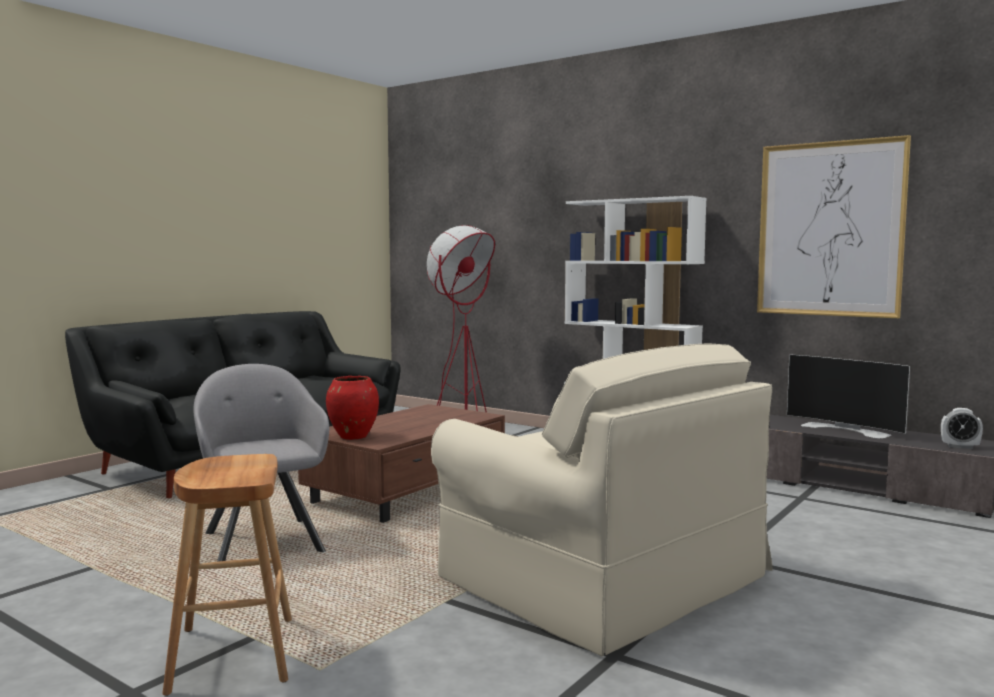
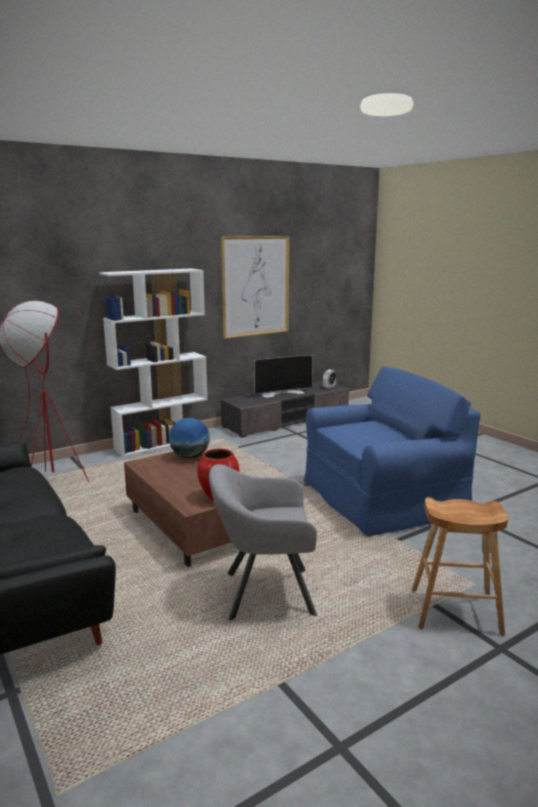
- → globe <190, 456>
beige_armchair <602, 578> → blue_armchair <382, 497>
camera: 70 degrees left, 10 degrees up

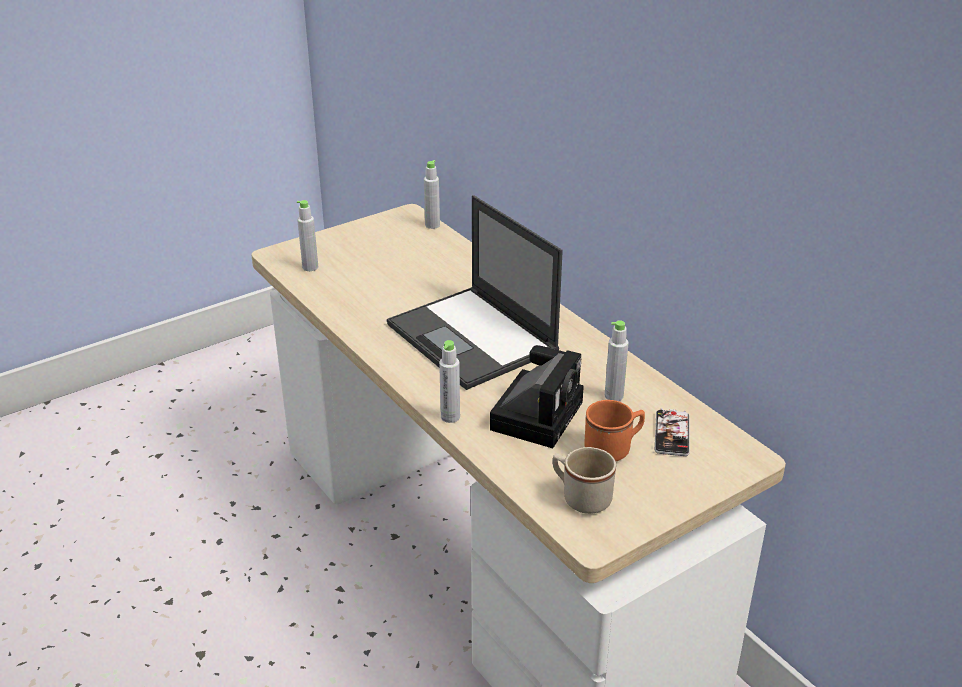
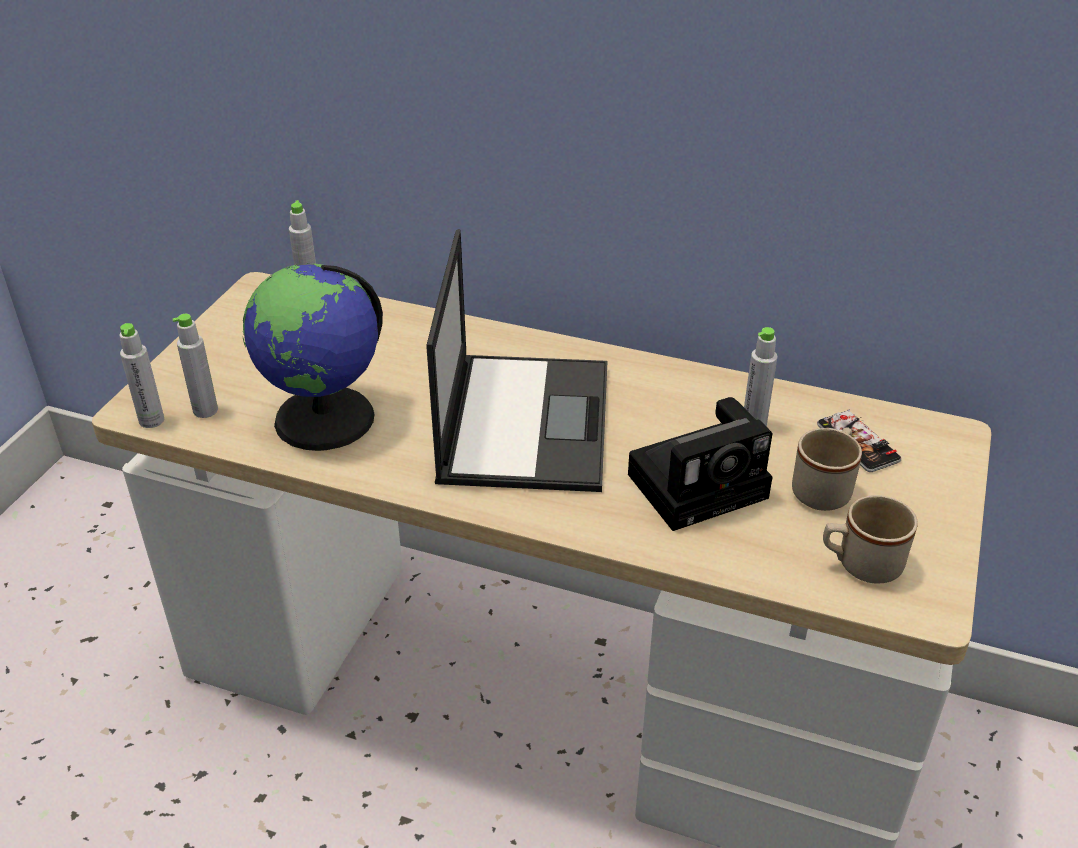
grey_bottle <450, 417> → grey_bottle <151, 420>, moved
- → globe <326, 419>
laptop <473, 338> → laptop <525, 421>, 105 degrees counterclockwise
photo_camera <537, 413> → photo_camera <702, 483>, 75 degrees clockwise
orange_mug <613, 449> → beige_mug <825, 488>
camera: 35 degrees left, 5 degrees up

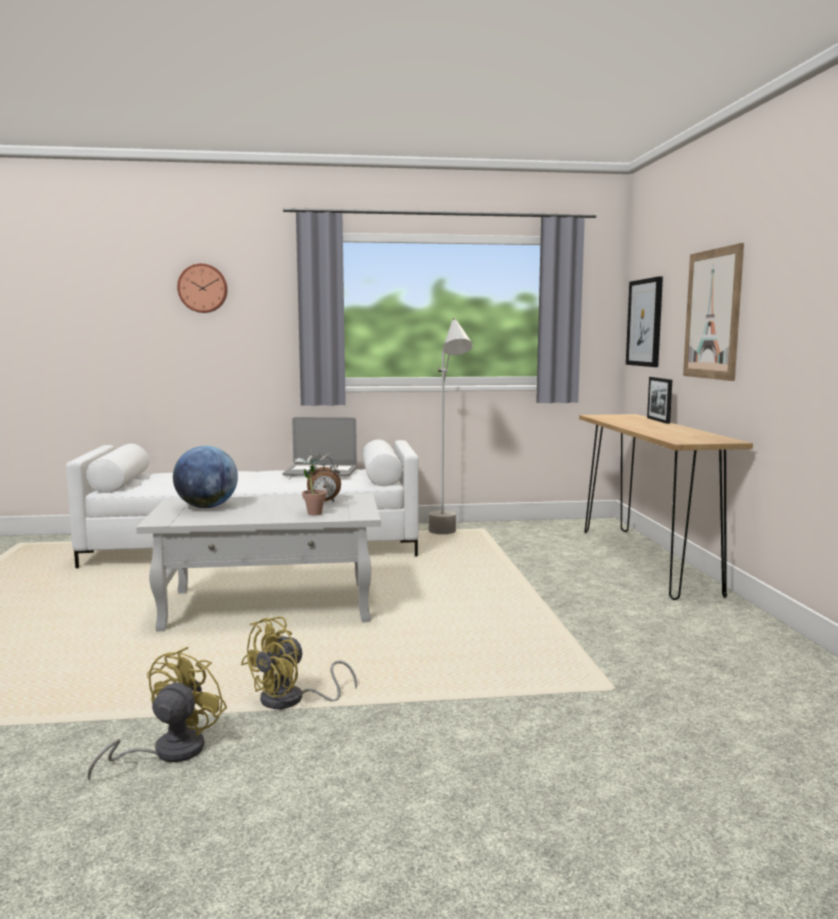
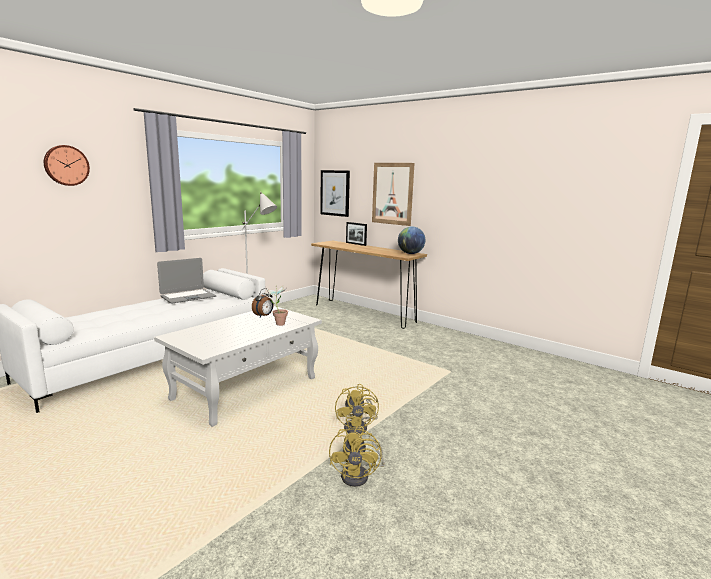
yellow_fan <167, 752> → yellow_fan <360, 475>, 150 degrees counterclockwise
globe <207, 507> → globe <410, 253>, moved
camera: 45 degrees left, 5 degrees up

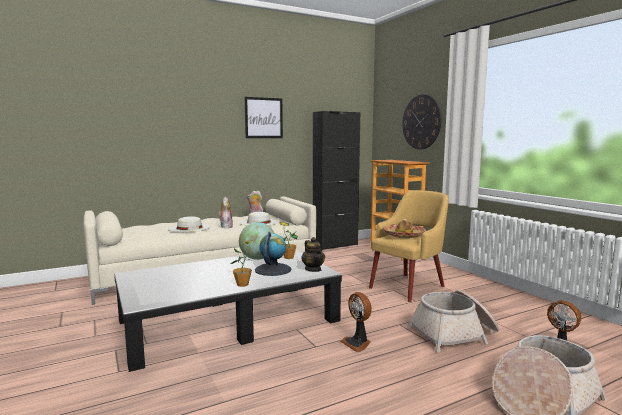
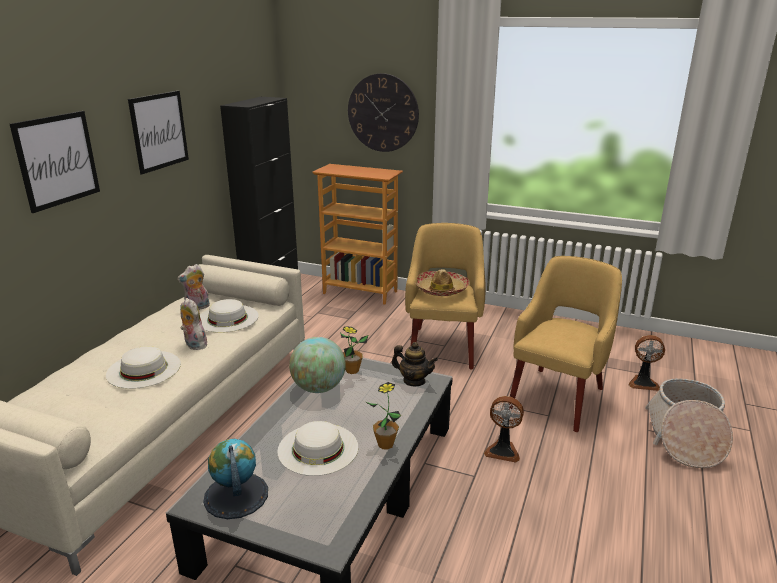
- → picture <57, 160>
globe <273, 269> → globe <236, 495>, moved
- → white_hat <318, 448>
basket <454, 334> → yellow_armchair <558, 396>
camera: 40 degrees left, 15 degrees up

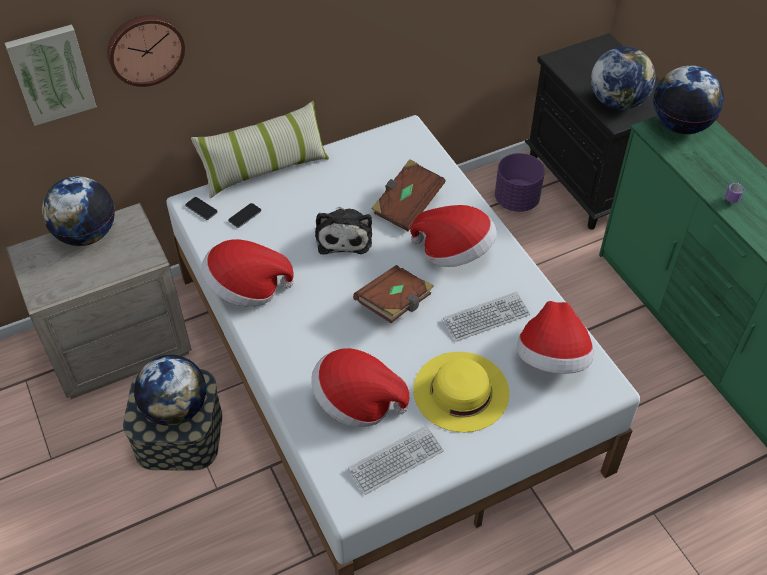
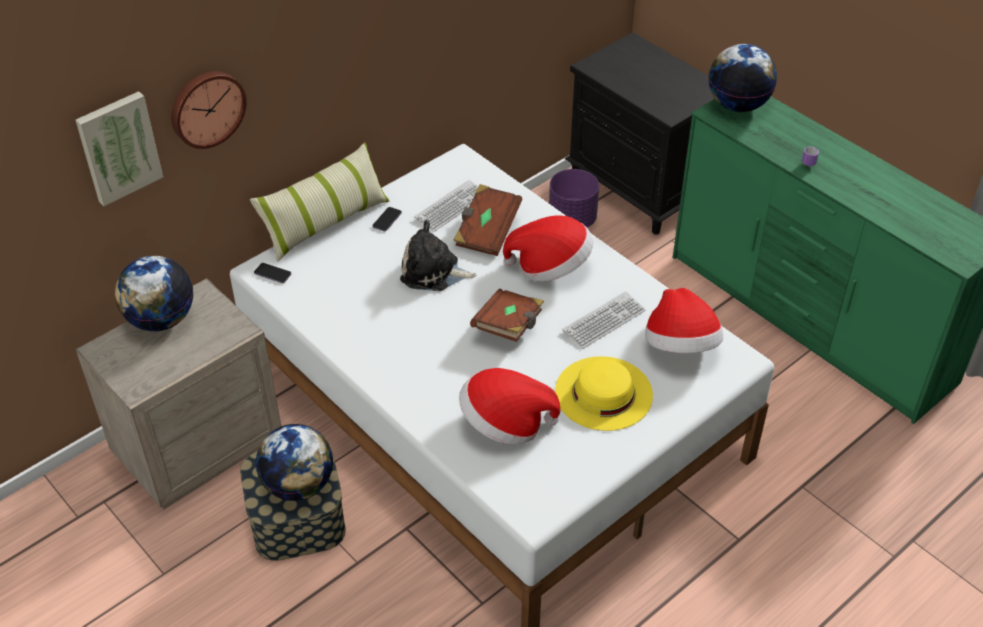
phone <245, 216> → phone <387, 220>, moved
plush_toy <344, 236> → plush_toy <433, 272>, 120 degrees clockwise
keyboard <396, 460> → keyboard <451, 207>, moved
hat <246, 288> → -
globe <617, 102> → -
camera: 15 degrees left, 5 degrees down

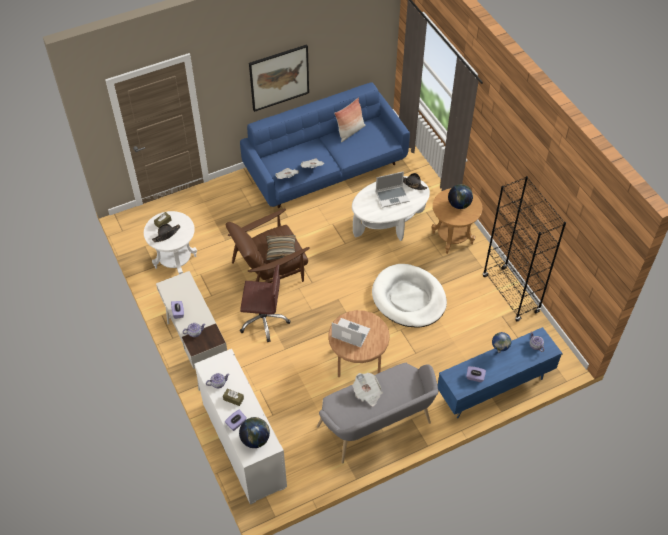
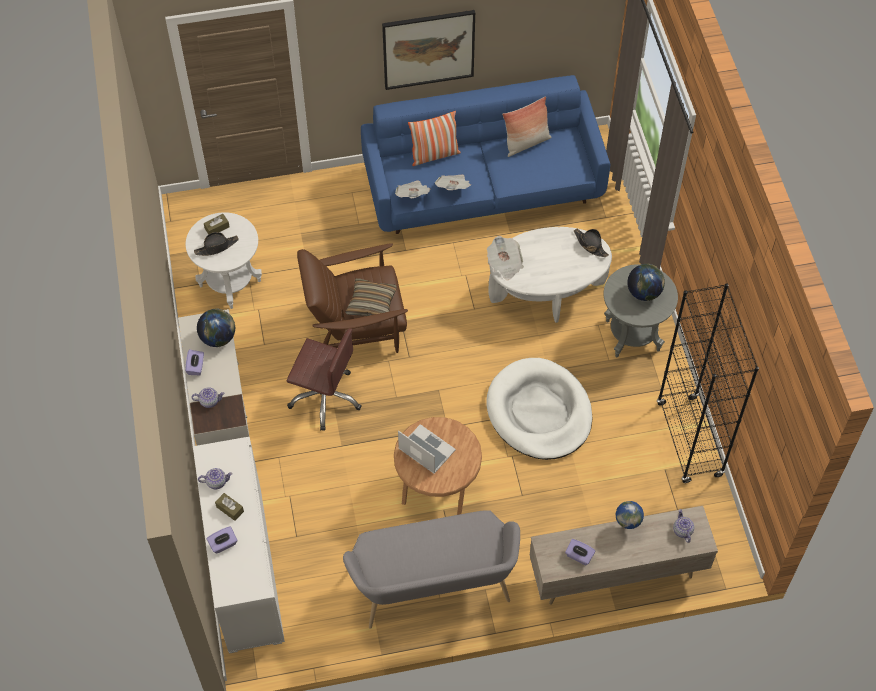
globe <255, 439> → globe <218, 338>, moved
- → pillow <434, 155>
newspaper <367, 393> → newspaper <505, 264>, moved
blue_tv_stand <494, 389> → beige_tv_stand <616, 574>
brown_side_table <452, 238> → grey_side_table <632, 335>
laptop <392, 196> → -
camera: 15 degrees right, 5 degrees up

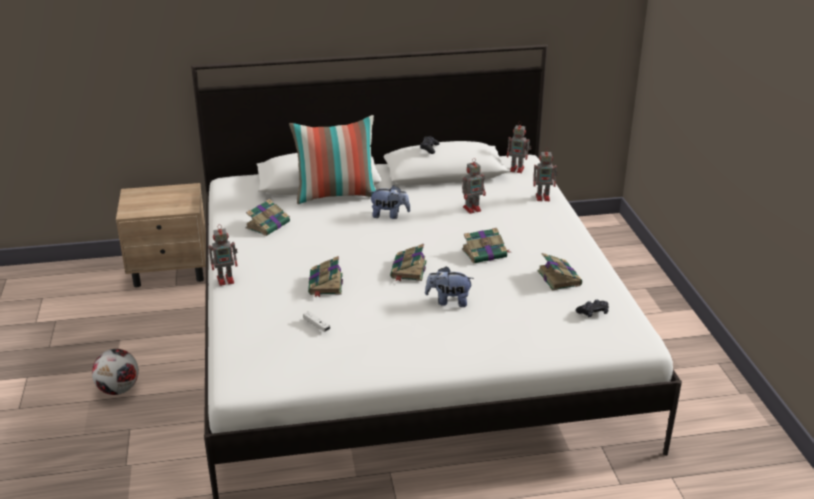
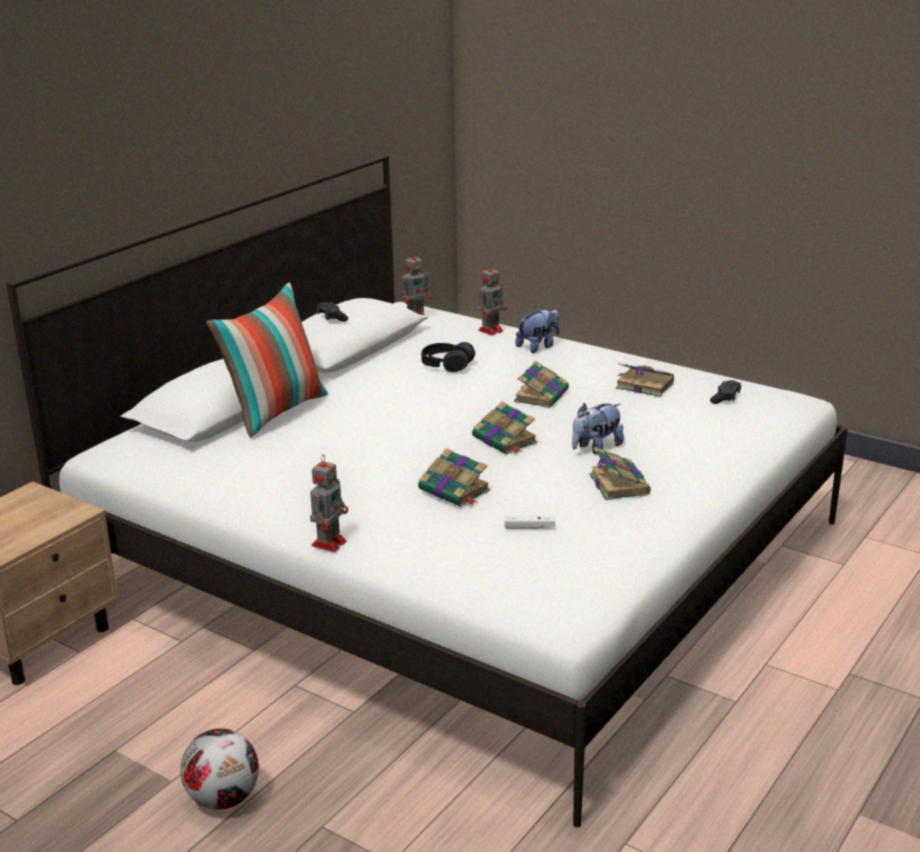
toy_robot <473, 208> → black_headphones <447, 365>
plush_toy <389, 215> → plush_toy <538, 347>, moved
book <268, 225> → book <618, 484>, moved
camera: 45 degrees left, 5 degrees down

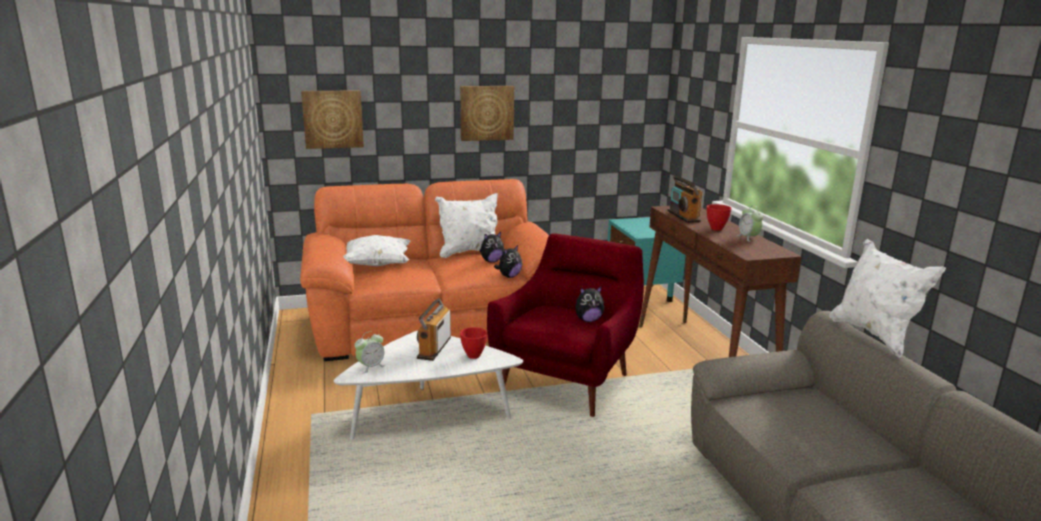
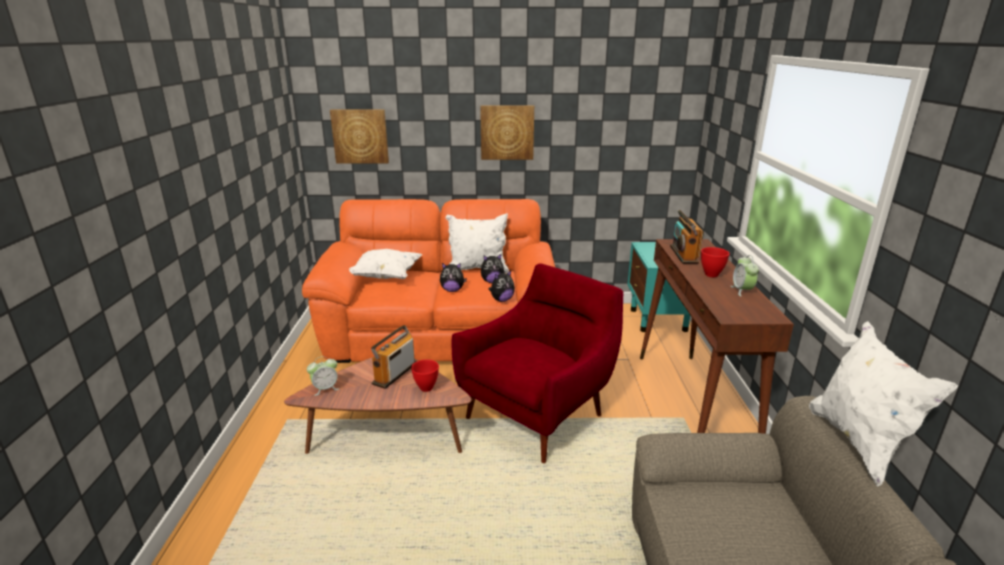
white_coffee_table <429, 415> → brown_coffee_table <388, 436>
plush_toy <588, 320> → plush_toy <452, 290>, moved
camera: 15 degrees right, 5 degrees up

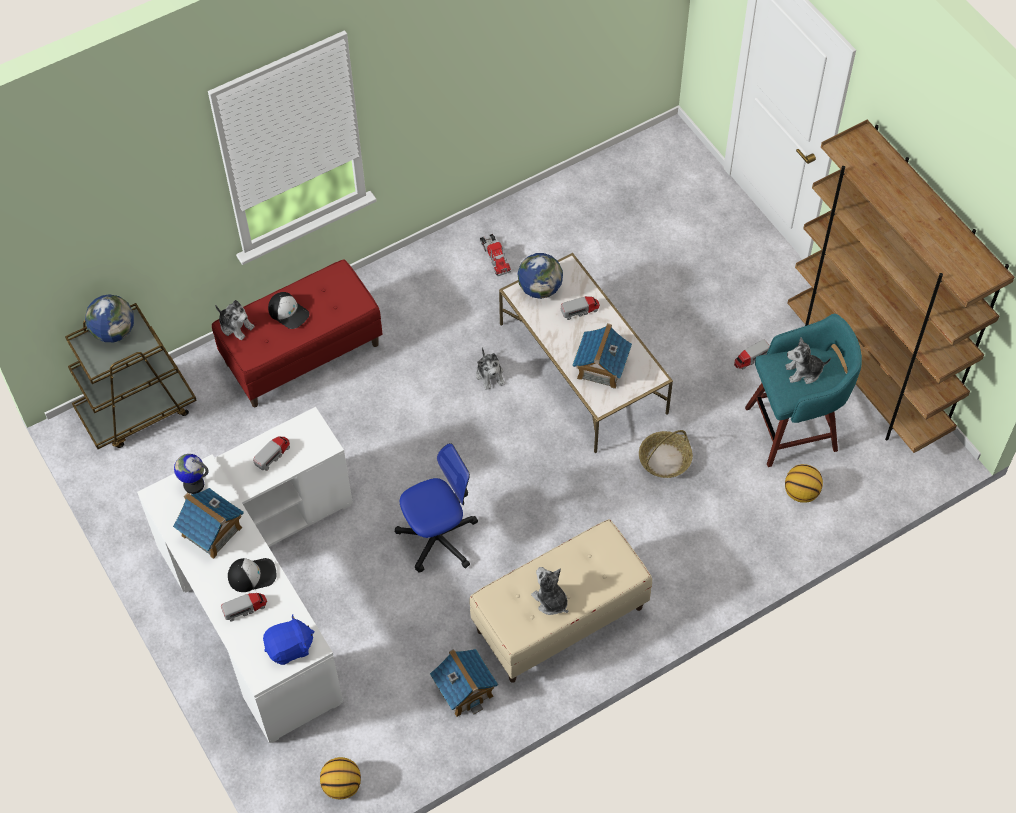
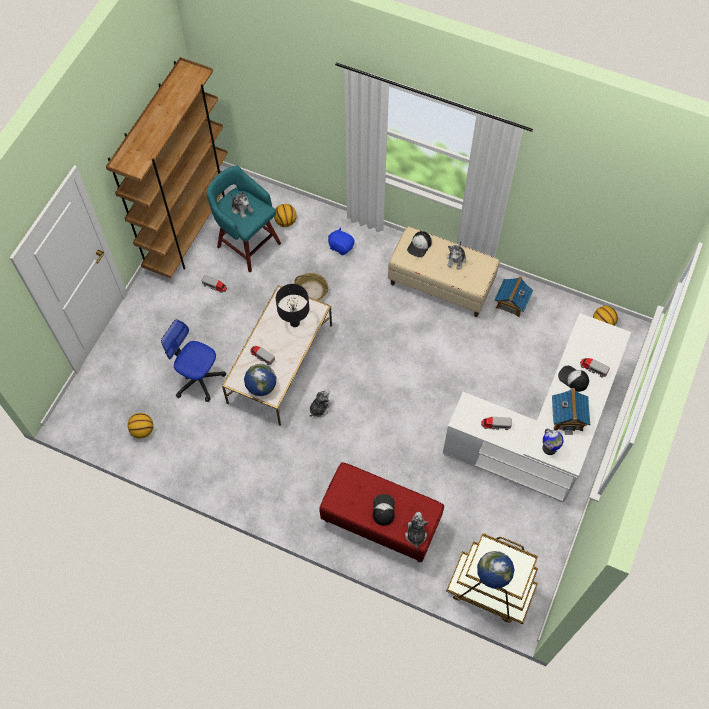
- → basketball <142, 430>
office_chair <438, 538> → office_chair <198, 378>, moved
toy_house <601, 368> → black_table_lamp <295, 323>
blue_plush_toy <290, 648> → blue_plush_toy <341, 246>, moved
- → cap <419, 246>
toy_truck <495, 257> → -
camera: 125 degrees left, 5 degrees up

